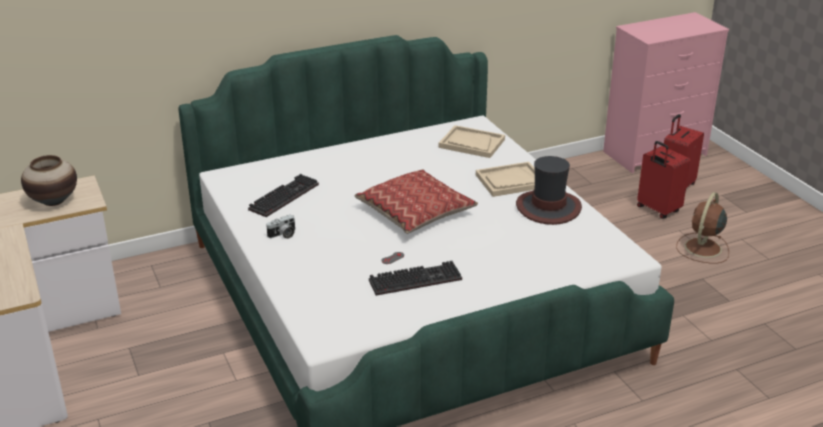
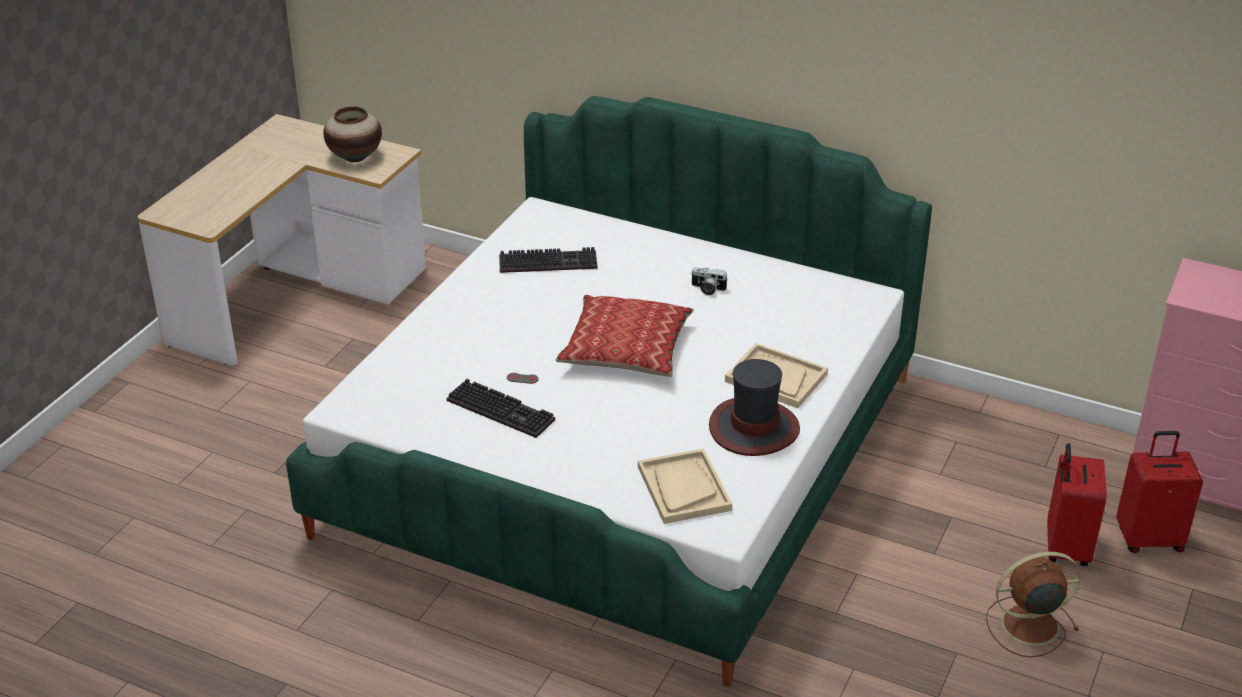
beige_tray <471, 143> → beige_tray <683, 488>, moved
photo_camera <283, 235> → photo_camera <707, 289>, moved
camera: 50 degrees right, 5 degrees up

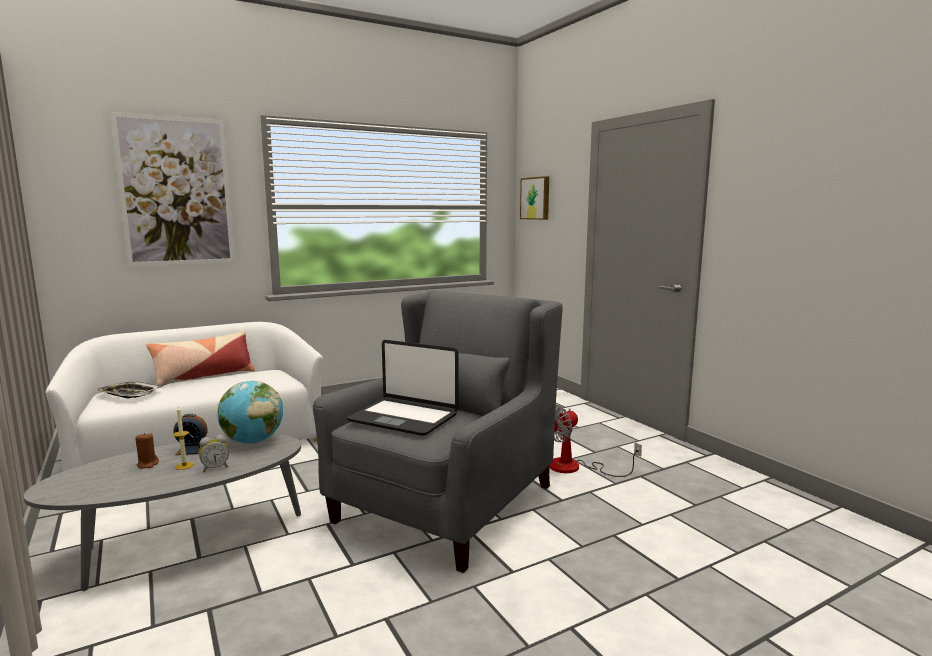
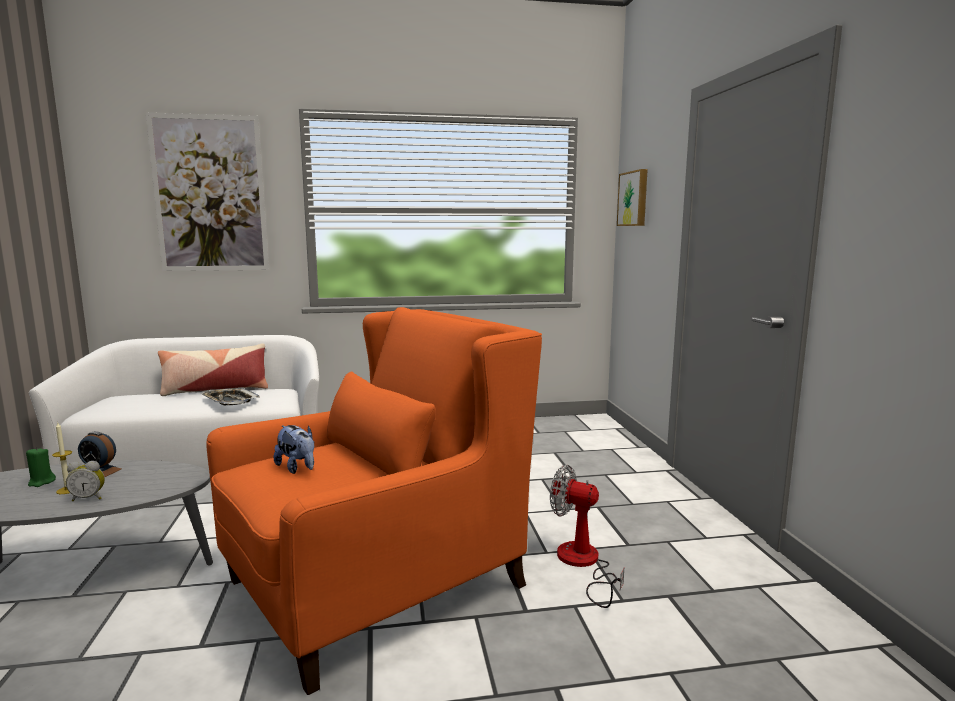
brown_candle <147, 464> → green_candle <41, 482>
tray <129, 394> → tray <230, 401>, moved
grey_armchair <446, 504> → orange_armchair <376, 584>
laptop <404, 417> → plush_toy <297, 468>
fan <576, 468> → fan <583, 564>, 45 degrees clockwise
globe <252, 441> → -
camera: 20 degrees right, 0 degrees up

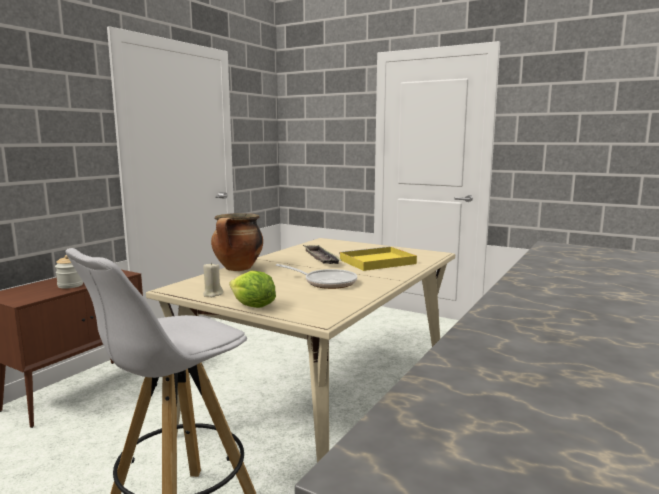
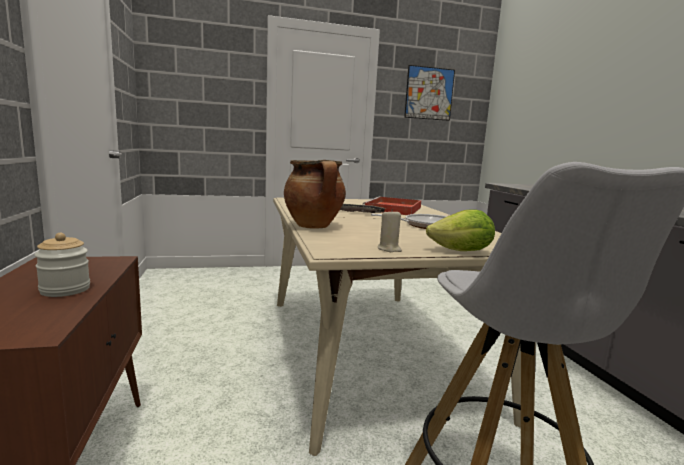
yellow_tray <376, 262> → red_tray <393, 209>
- → picture <429, 93>
camera: 45 degrees left, 0 degrees up

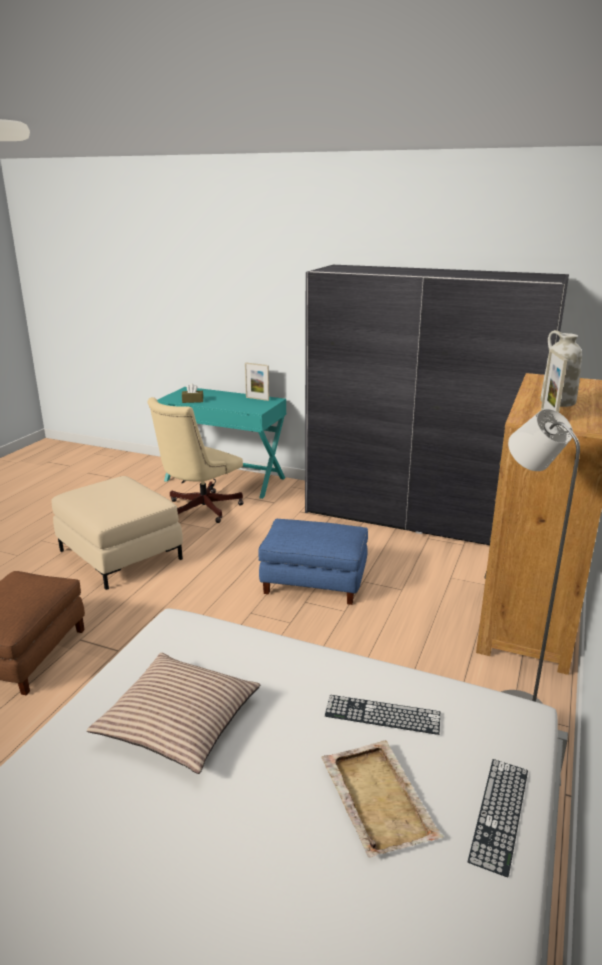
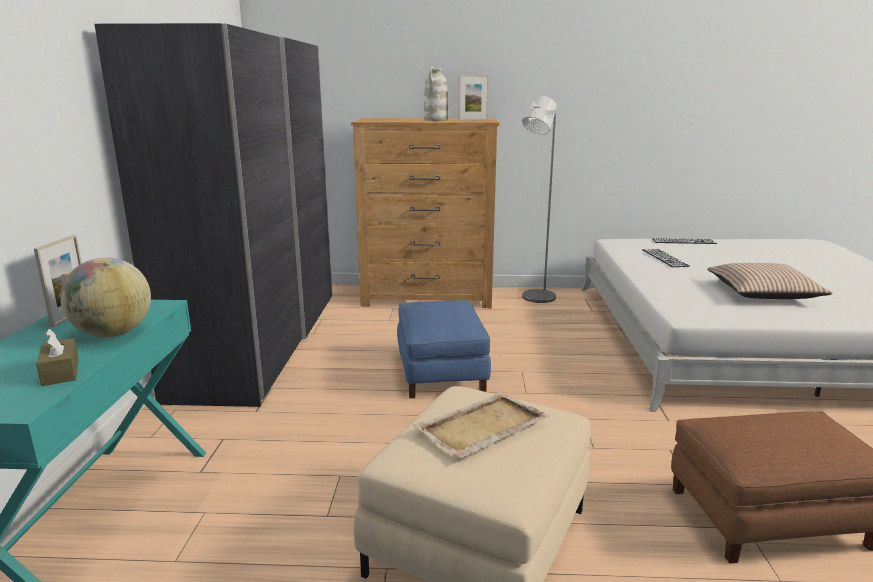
- → globe <113, 334>
beige_tray <377, 797> → beige_tray <481, 427>, moved
beige_office_chair <199, 509> → -
camera: 110 degrees left, 5 degrees down

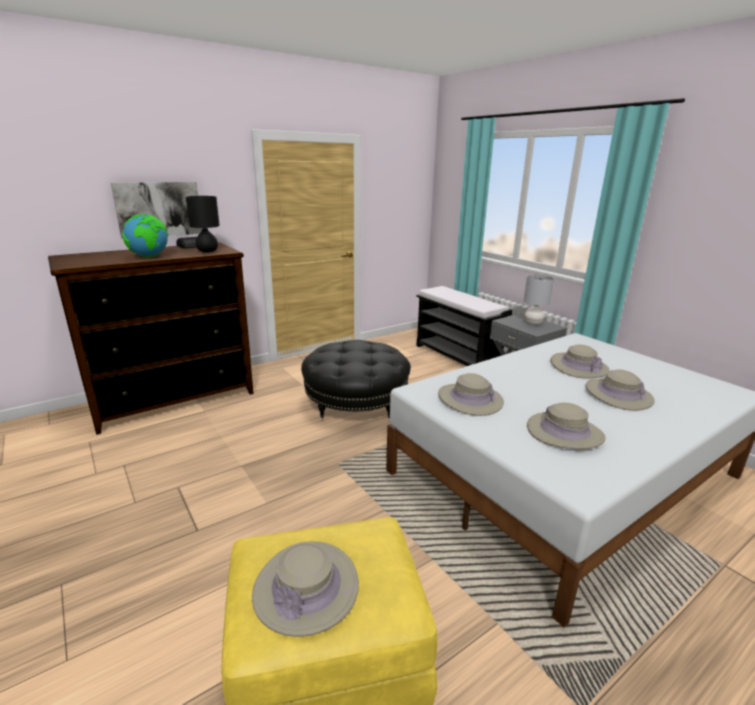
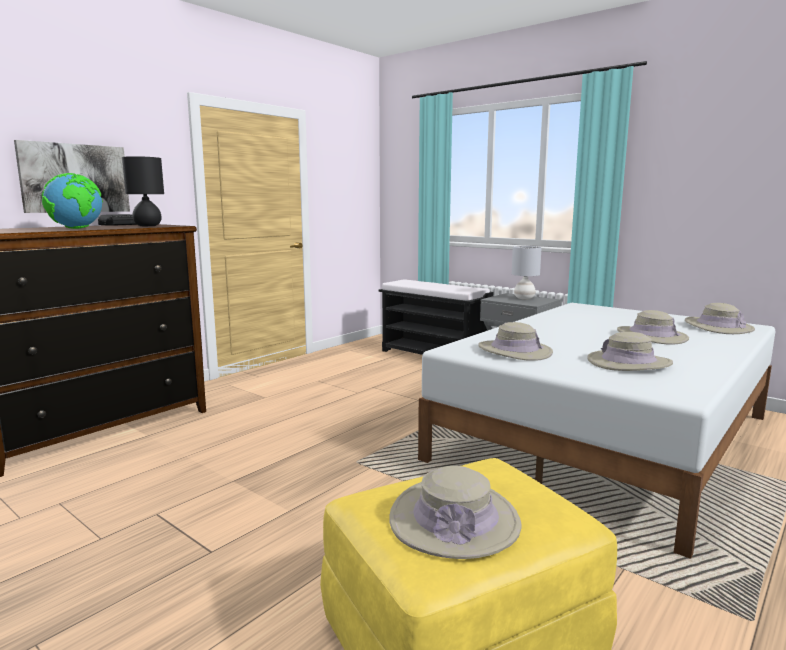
beige_hat <578, 367> → beige_hat <718, 327>, moved
black_ottoman <356, 404> → -
camera: 15 degrees left, 10 degrees down

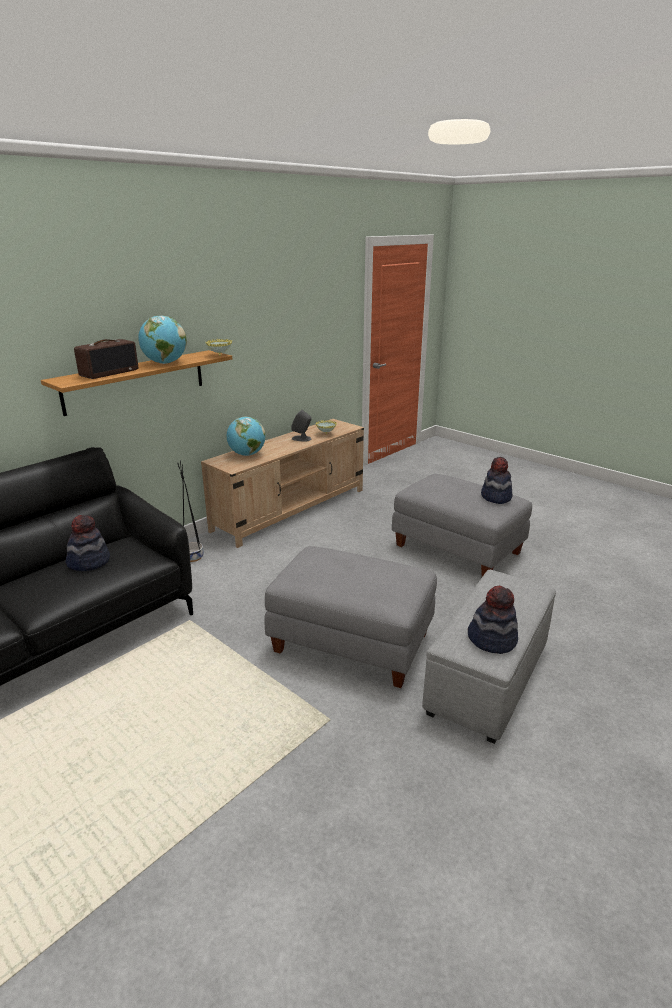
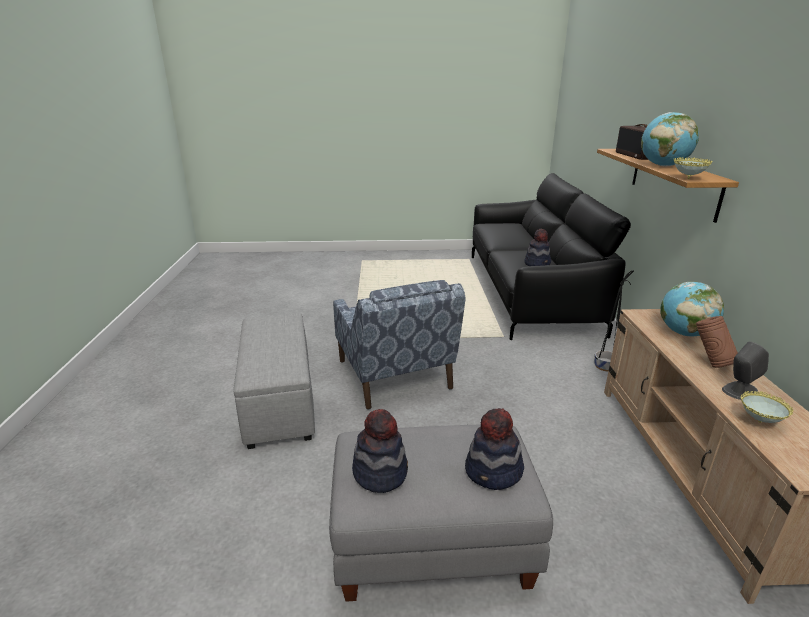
grey_ottoman <353, 642> → blue_armchair <394, 376>
hat <492, 639> → hat <494, 472>, moved
- → brown_vase <710, 363>
camera: 135 degrees right, 0 degrees up

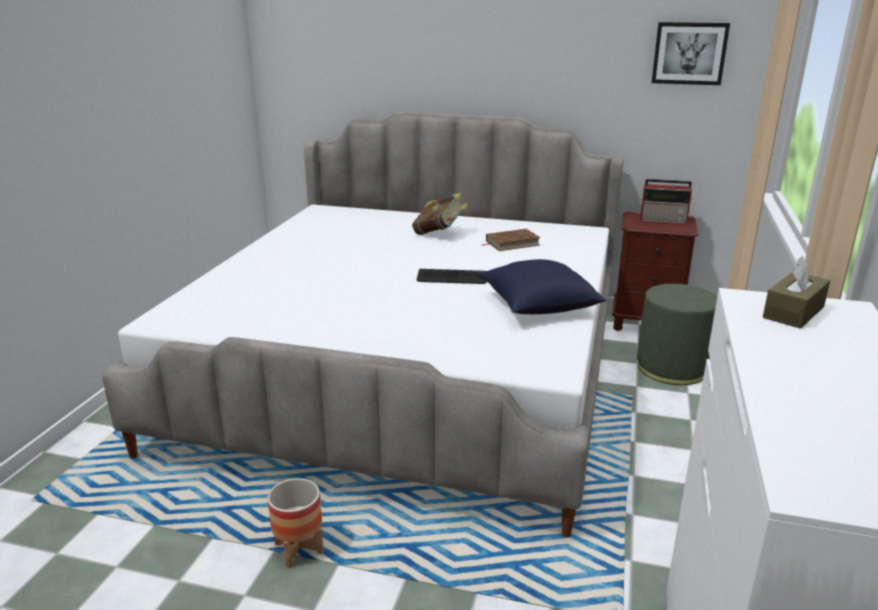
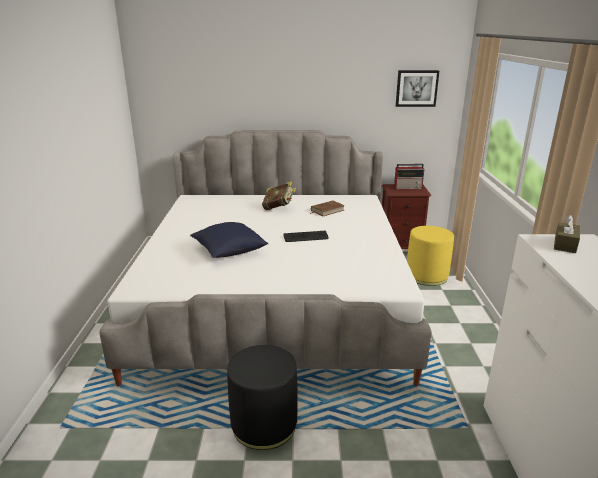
blue_pillow <538, 307> → blue_pillow <229, 251>, moved
planter <299, 549> → black_ottoman <264, 424>
green_ottoman <671, 368> → yellow_ottoman <426, 275>
camera: 15 degrees left, 0 degrees up

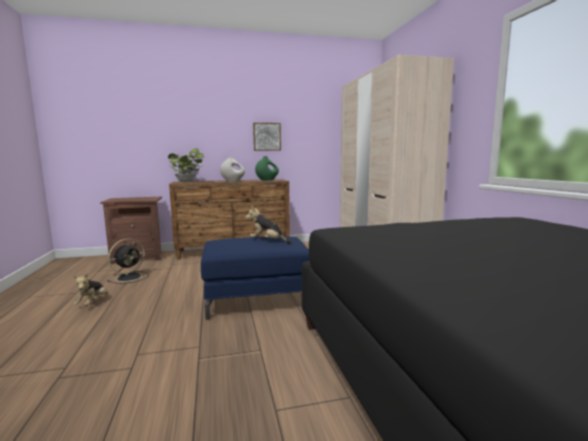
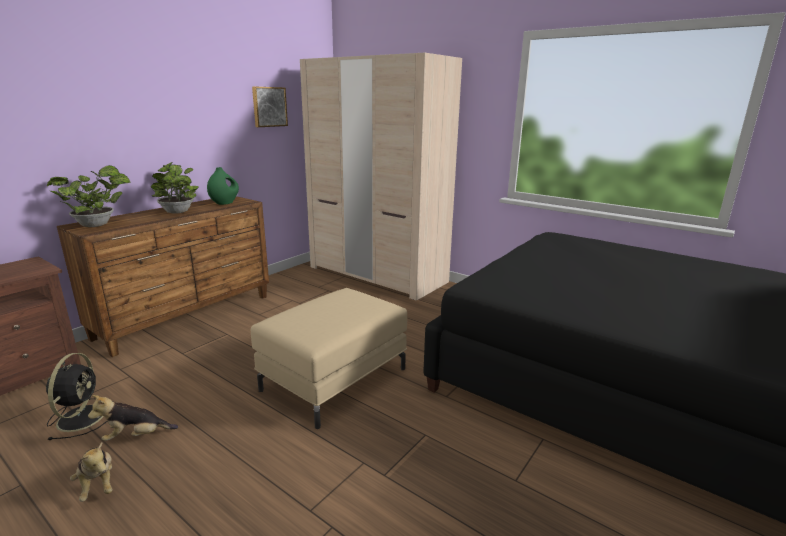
plush_toy <268, 241> → plush_toy <136, 436>, moved
white_vase <233, 181> → potted_plant <177, 212>
blue_ottoman <256, 300> → beige_ottoman <335, 380>
picture <267, 136> → picture <269, 107>, moved
camera: 40 degrees left, 10 degrees up

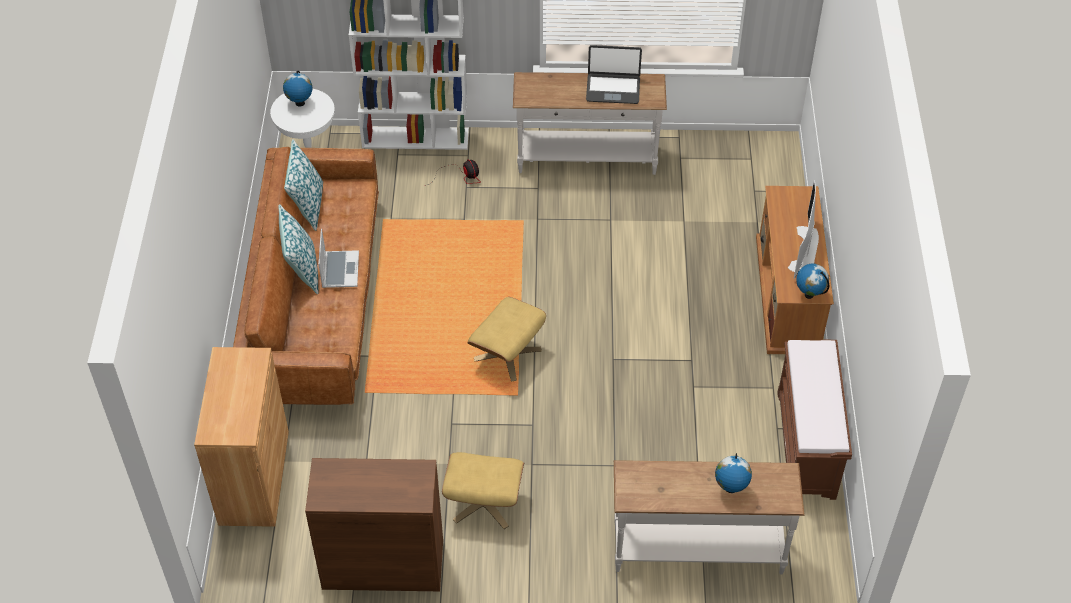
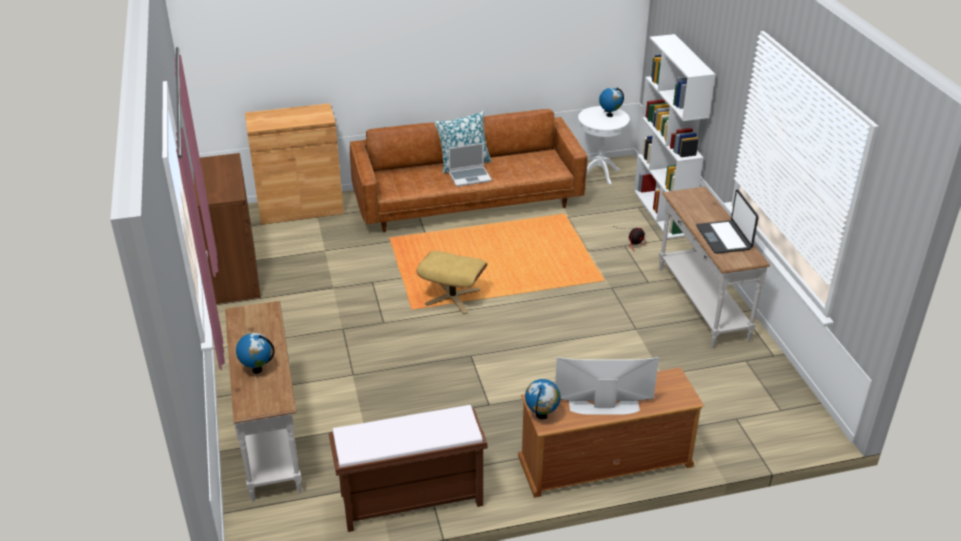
pillow <307, 206> → -
beige_ottoman <484, 503> → -
camera: 75 degrees right, 15 degrees down

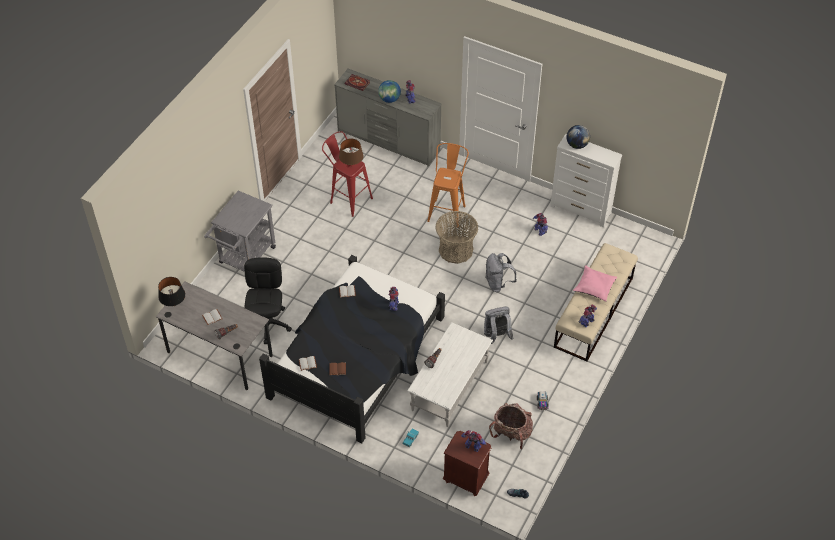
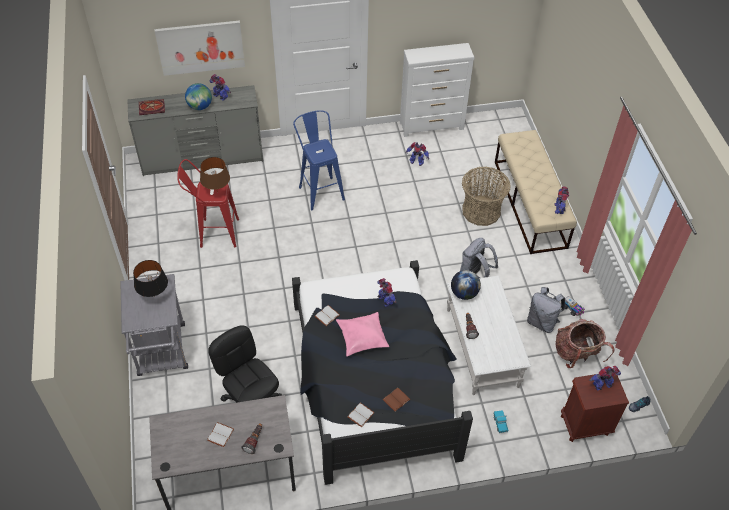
black_table_lamp <174, 306> → black_table_lamp <154, 296>, moved
- → picture <200, 47>
orange_stool <447, 210> → blue_stool <320, 190>
pink_pillow <594, 287> → pink_pillow <362, 337>, moved
globe <577, 145> → globe <464, 293>, moved
basket <456, 250> → basket <481, 211>, moved
grey_backpack <498, 283> → grey_backpack <542, 322>, moved
camera: 40 degrees left, 0 degrees up

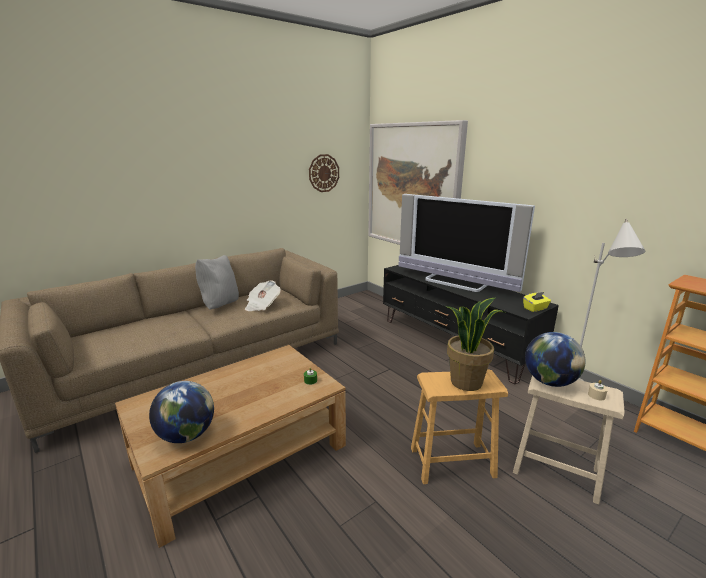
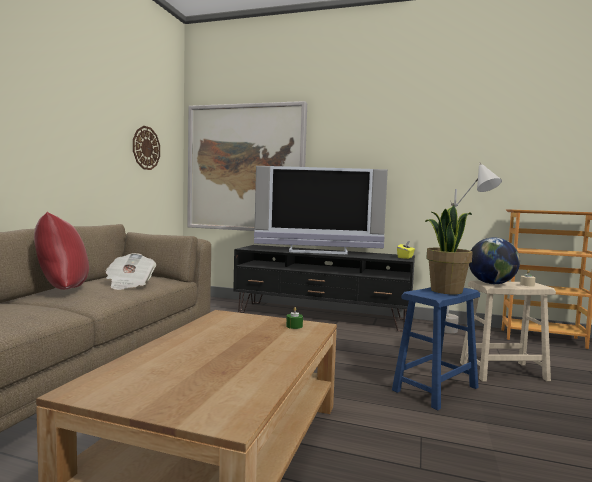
grey_pillow <219, 305> → red_pillow <61, 290>
brown_stool <452, 462> → blue_stool <436, 389>
globe <186, 435> → -
camera: 35 degrees left, 15 degrees down

